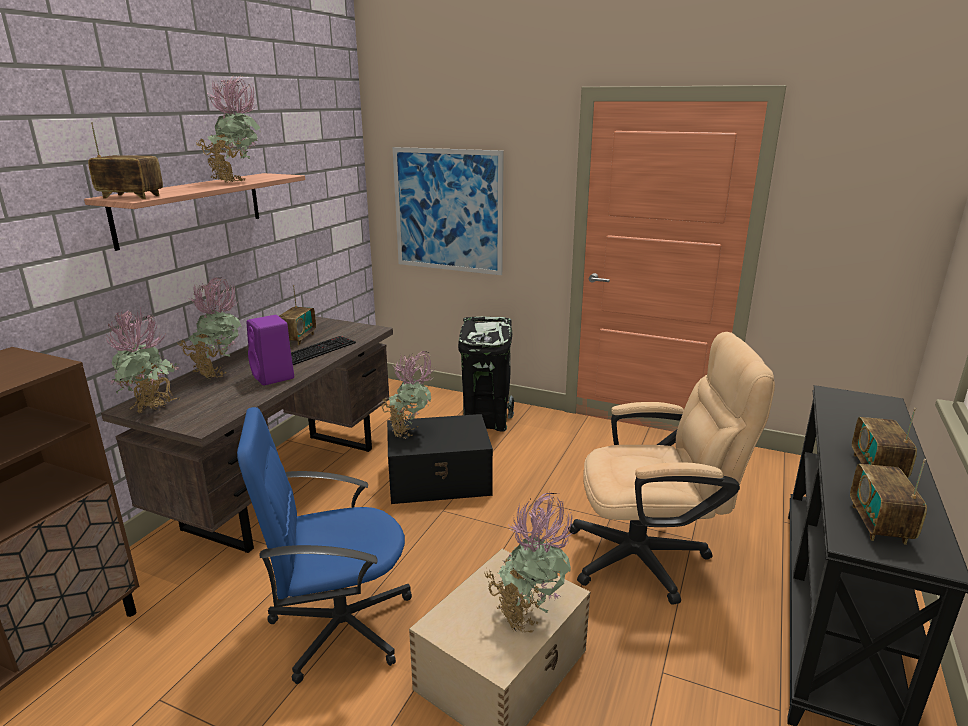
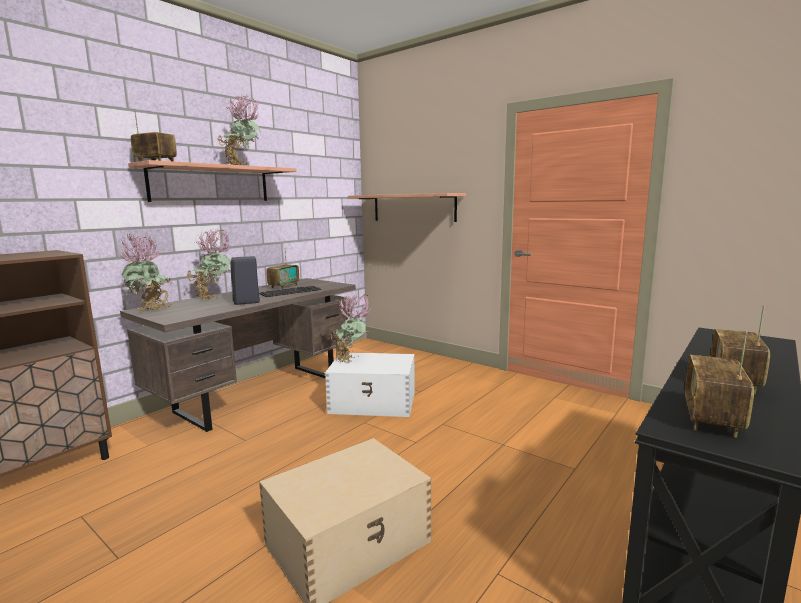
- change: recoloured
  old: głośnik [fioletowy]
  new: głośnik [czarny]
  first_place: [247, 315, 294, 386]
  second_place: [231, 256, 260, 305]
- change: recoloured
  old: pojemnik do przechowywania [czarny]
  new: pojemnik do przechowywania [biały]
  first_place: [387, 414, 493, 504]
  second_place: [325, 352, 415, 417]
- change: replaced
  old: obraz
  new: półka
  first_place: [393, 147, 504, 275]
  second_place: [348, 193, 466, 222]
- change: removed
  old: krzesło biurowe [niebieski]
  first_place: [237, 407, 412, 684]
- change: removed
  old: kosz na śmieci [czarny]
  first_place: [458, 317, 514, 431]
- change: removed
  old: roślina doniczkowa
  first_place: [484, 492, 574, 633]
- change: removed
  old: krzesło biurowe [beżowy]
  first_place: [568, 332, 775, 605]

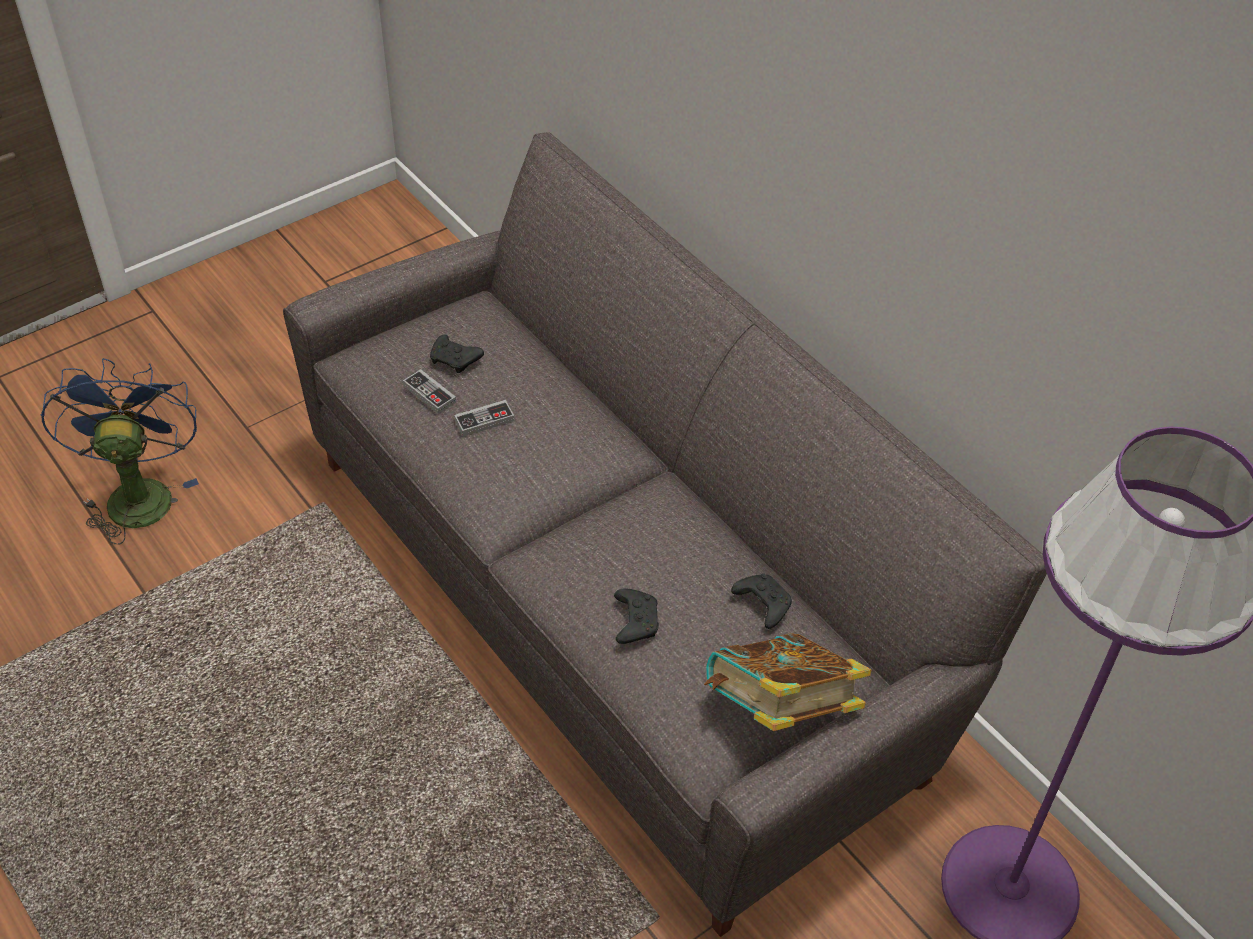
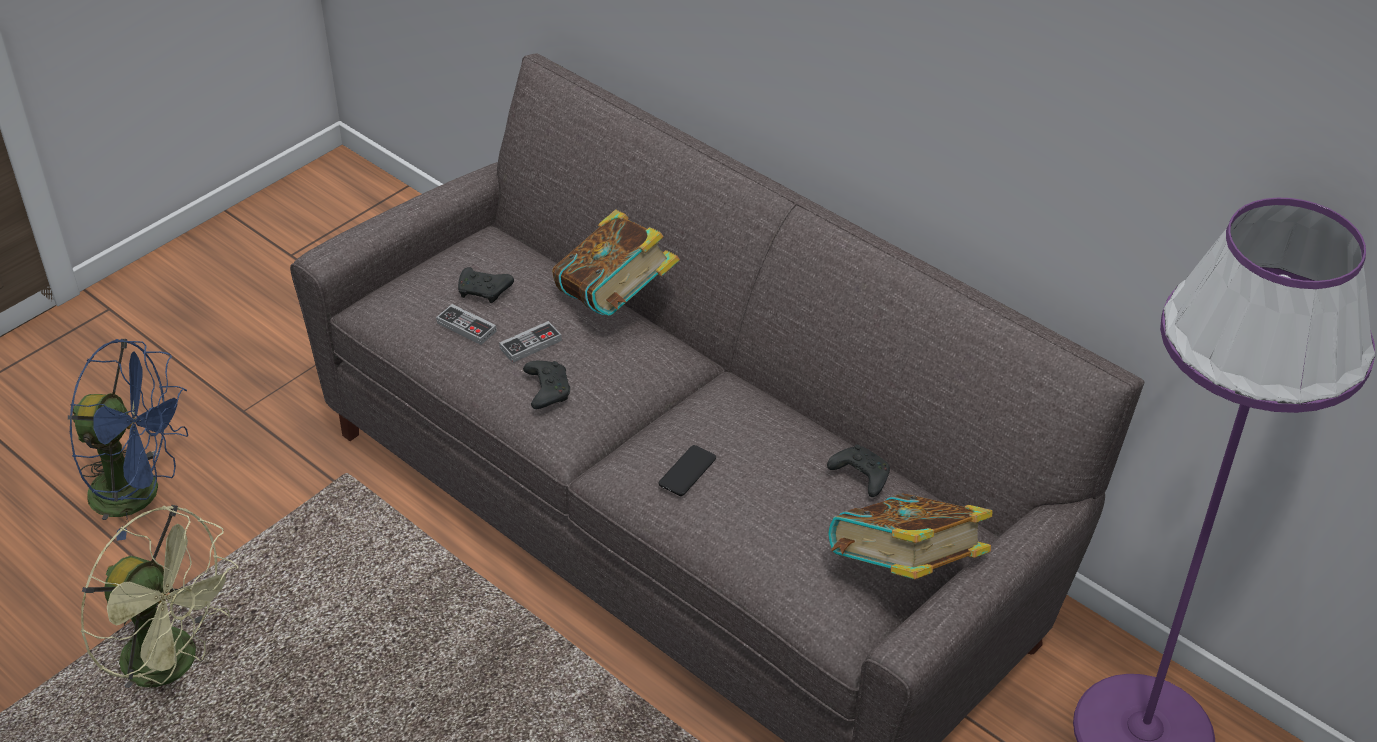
- change: turned
  old: wentylator [niebieski]
  first_place: [41, 358, 199, 544]
  second_place: [68, 339, 188, 541]
  degrees: 120
- change: added
  new: wentylator [zielony]
  second_place: [81, 505, 238, 689]
- change: moved
  old: pad do gier [czarny]
  first_place: [614, 588, 659, 644]
  second_place: [523, 361, 570, 409]
- change: added
  new: książka
  second_place: [552, 210, 680, 316]
- change: added
  new: telefon
  second_place: [659, 445, 716, 496]

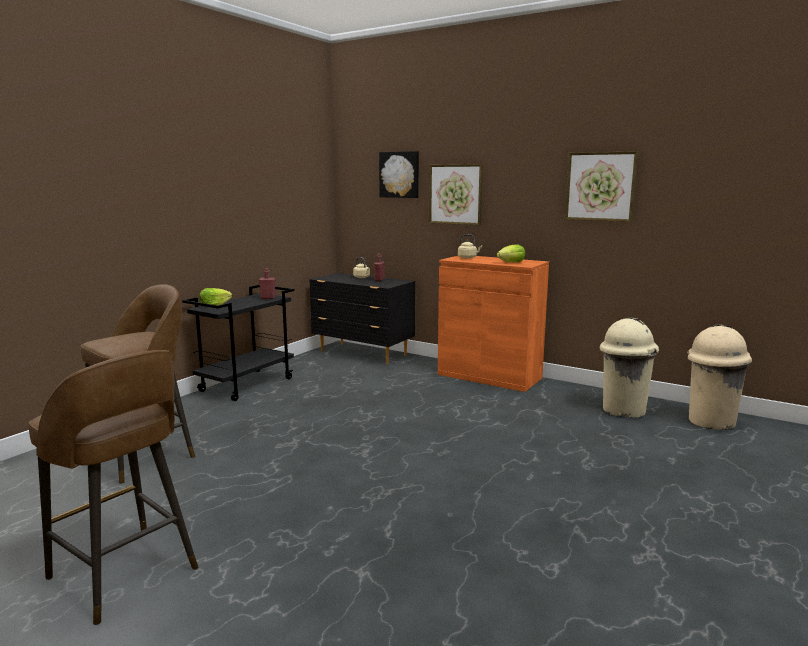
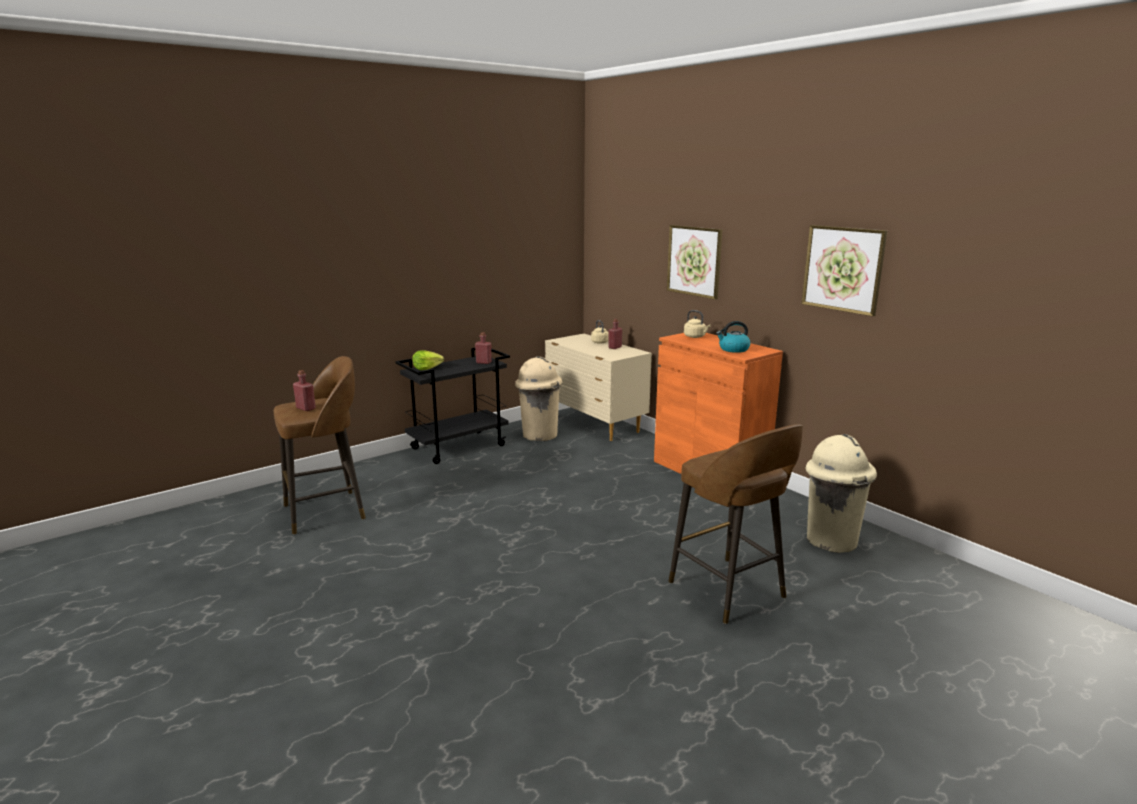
- change: added
  new: butelka [czerwony]
  second_place: [293, 370, 316, 411]
- change: moved
  old: kosz na śmieci [beżowy]
  first_place: [687, 324, 752, 430]
  second_place: [515, 356, 562, 441]
- change: recoloured
  old: komoda [czarny]
  new: komoda [beżowy]
  first_place: [309, 273, 415, 364]
  second_place: [545, 334, 652, 441]
- change: moved
  old: stołek [brązowy]
  first_place: [29, 350, 198, 625]
  second_place: [669, 424, 803, 624]
- change: replaced
  old: sałata
  new: czajnik
  first_place: [497, 244, 525, 262]
  second_place: [716, 321, 751, 353]
- change: removed
  old: obraz
  first_place: [379, 151, 419, 198]

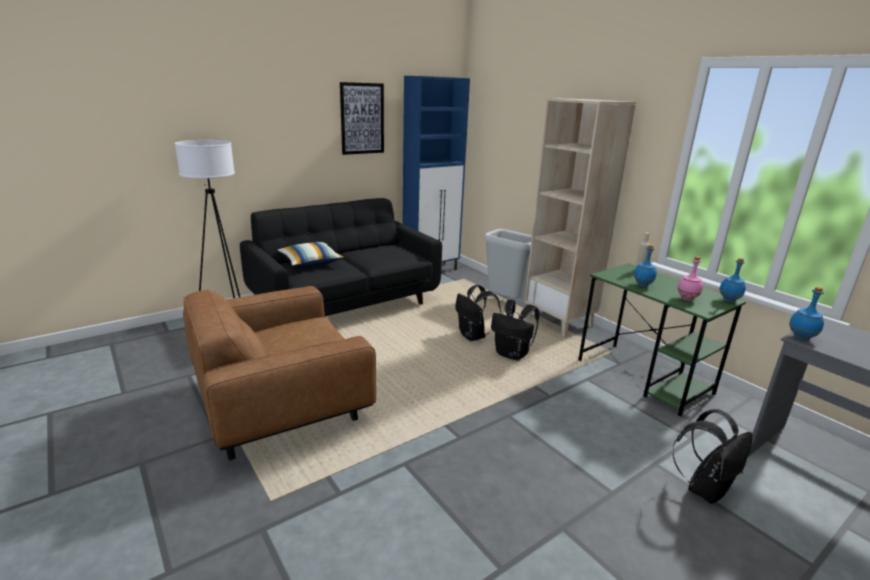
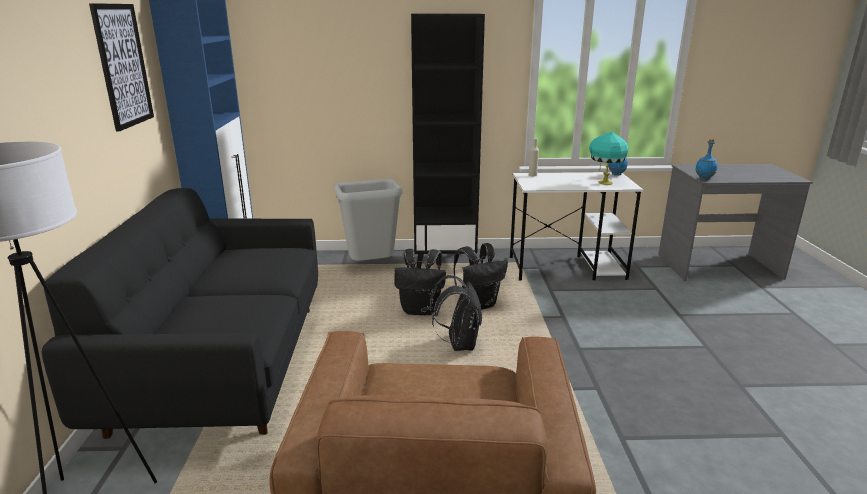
- change: recoloured
  old: regał [beżowy]
  new: regał [czarny]
  first_place: [524, 98, 636, 337]
  second_place: [411, 14, 485, 268]
- change: moved
  old: plecak [czarny]
  first_place: [673, 409, 752, 504]
  second_place: [430, 275, 482, 351]
- change: recoloured
  old: biurko [zielony]
  new: biurko [biały]
  first_place: [578, 263, 746, 417]
  second_place: [510, 172, 644, 281]
- change: replaced
  old: butelka [różowy]
  new: lampa stołowa [turkusowy]
  first_place: [677, 256, 703, 301]
  second_place: [589, 131, 628, 185]
- change: removed
  old: poduszka
  first_place: [278, 242, 344, 268]
- change: removed
  old: butelka [niebieski]
  first_place: [633, 245, 657, 287]

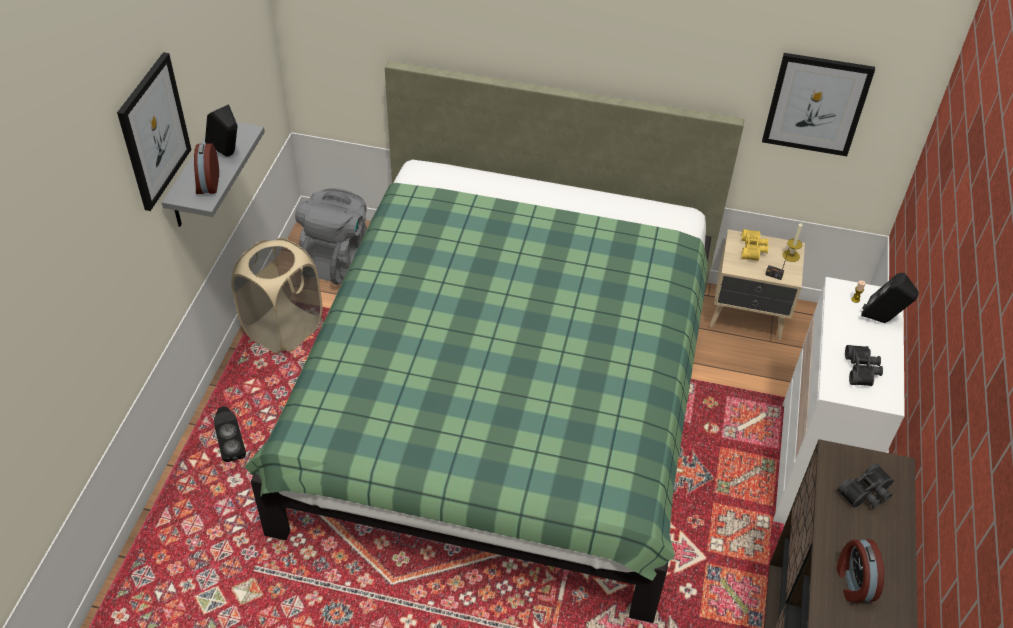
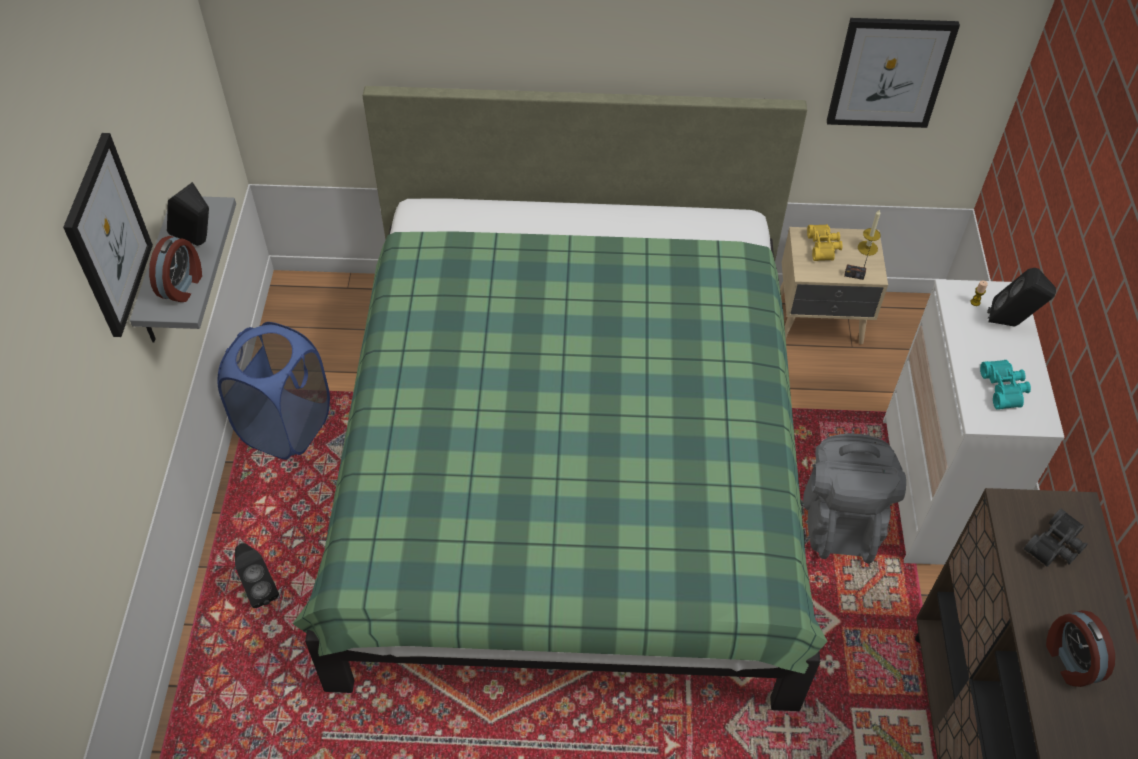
- change: turned
  old: budzik
  first_place: [194, 143, 219, 194]
  second_place: [149, 236, 202, 302]
  degrees: -150
- change: recoloured
  old: kosz na pranie [beżowy]
  new: kosz na pranie [niebieski]
  first_place: [231, 238, 322, 354]
  second_place: [217, 322, 330, 460]
- change: moved
  old: plecak [szary]
  first_place: [295, 188, 367, 285]
  second_place: [803, 433, 906, 564]
- change: recoloured
  old: lornetka [czarny]
  new: lornetka [turkusowy]
  first_place: [845, 345, 883, 386]
  second_place: [980, 360, 1031, 410]

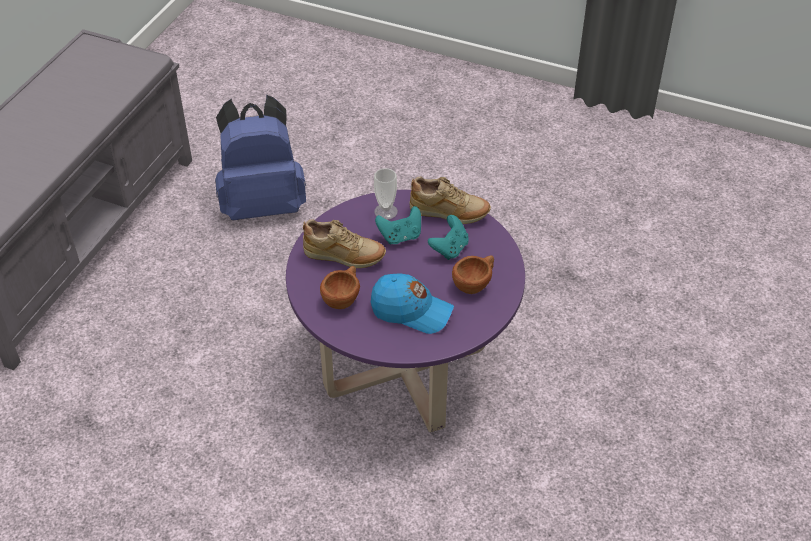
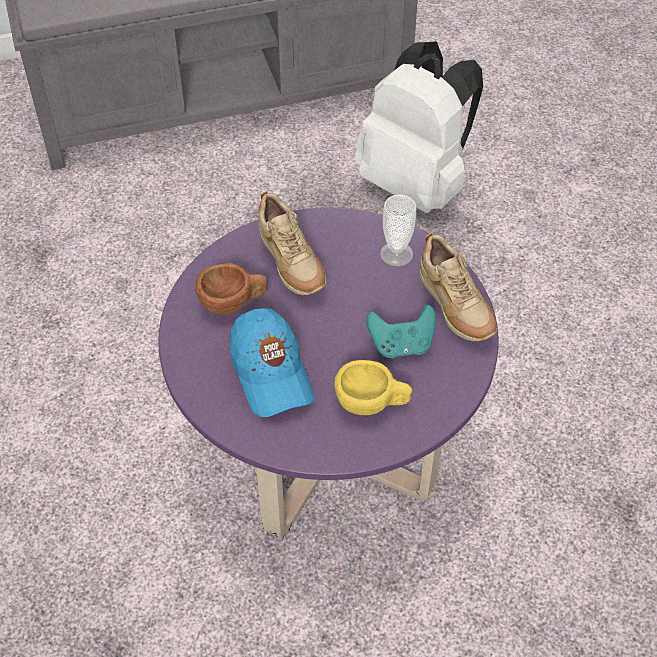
- change: recoloured
  old: filiżanka [brązowy]
  new: filiżanka [żółty]
  first_place: [452, 255, 494, 294]
  second_place: [334, 360, 412, 415]
- change: recoloured
  old: plecak [niebieski]
  new: plecak [biały]
  first_place: [215, 95, 306, 220]
  second_place: [355, 41, 483, 213]
- change: removed
  old: pad do gier [turkusowy]
  first_place: [375, 206, 421, 244]

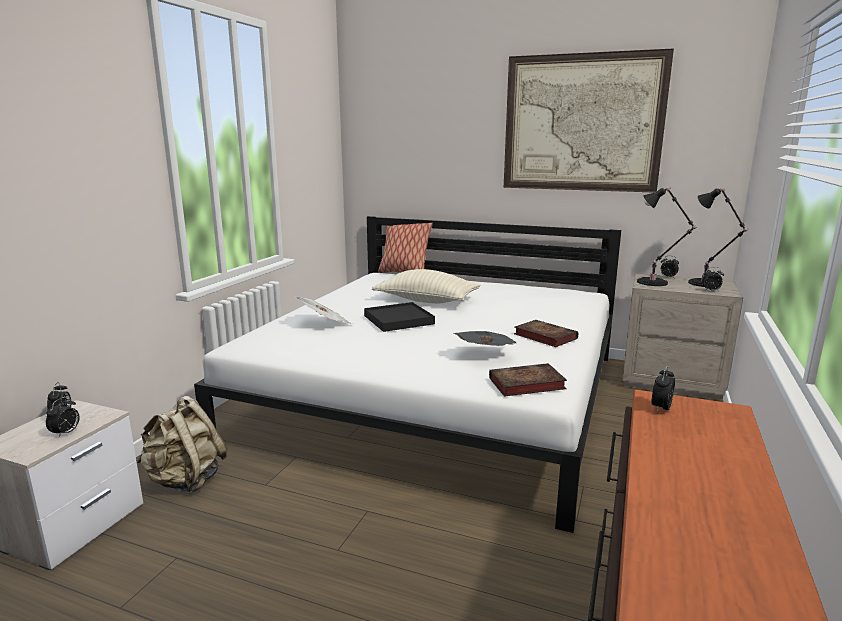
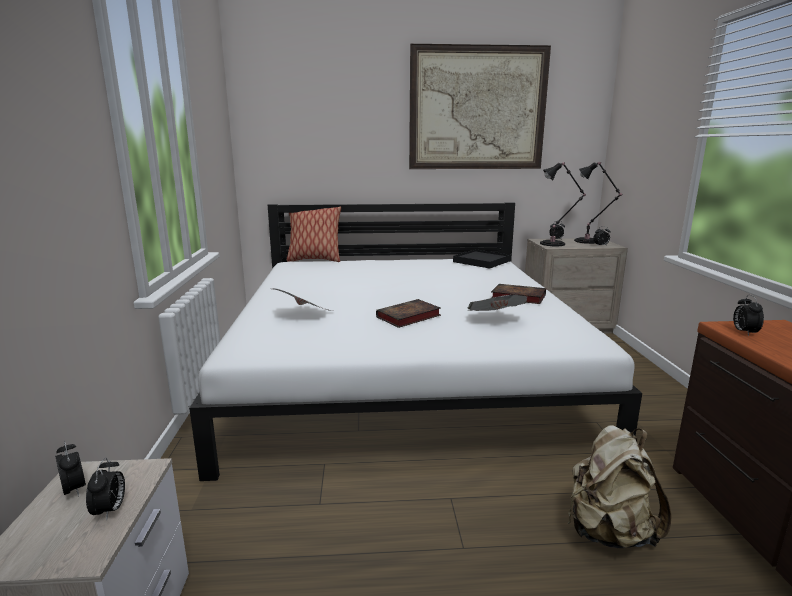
- change: moved
  old: książka
  first_place: [489, 363, 567, 397]
  second_place: [376, 299, 441, 328]
- change: moved
  old: taca [czarny]
  first_place: [364, 302, 435, 332]
  second_place: [453, 249, 511, 268]
- change: moved
  old: plecak [beżowy]
  first_place: [137, 396, 228, 494]
  second_place: [568, 425, 672, 548]
- change: removed
  old: poduszka [beżowy]
  first_place: [372, 269, 480, 303]

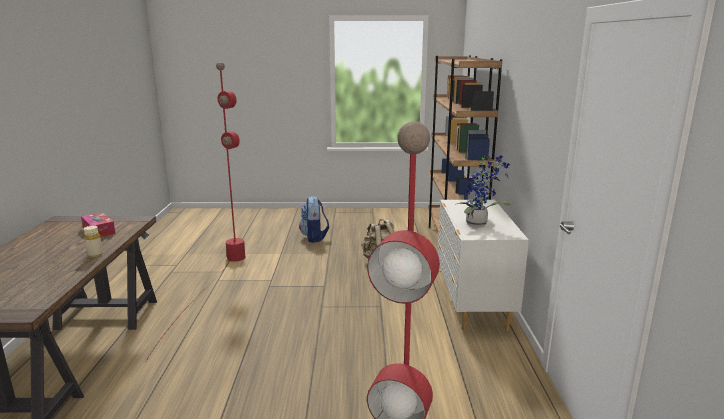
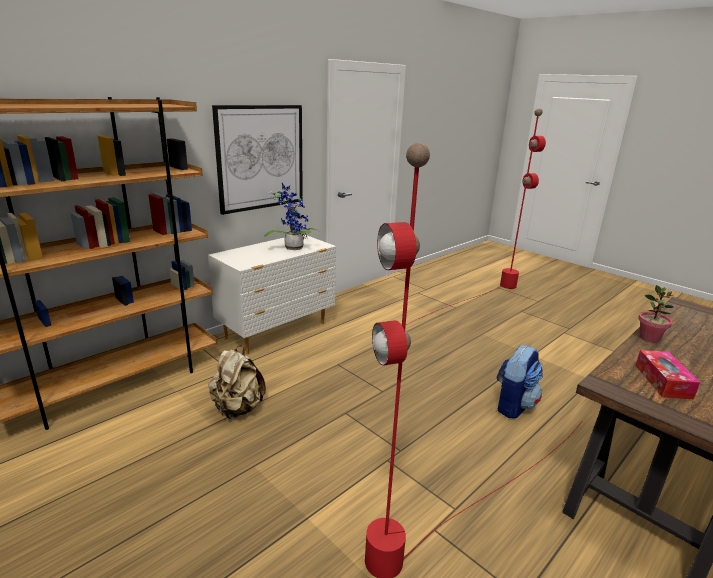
- change: added
  new: obraz
  second_place: [212, 105, 303, 215]
- change: moved
  old: plecak
  first_place: [299, 196, 329, 243]
  second_place: [497, 345, 543, 418]
- change: replaced
  old: butelka [beżowy]
  new: roślina doniczkowa
  first_place: [84, 225, 103, 258]
  second_place: [638, 285, 674, 343]

